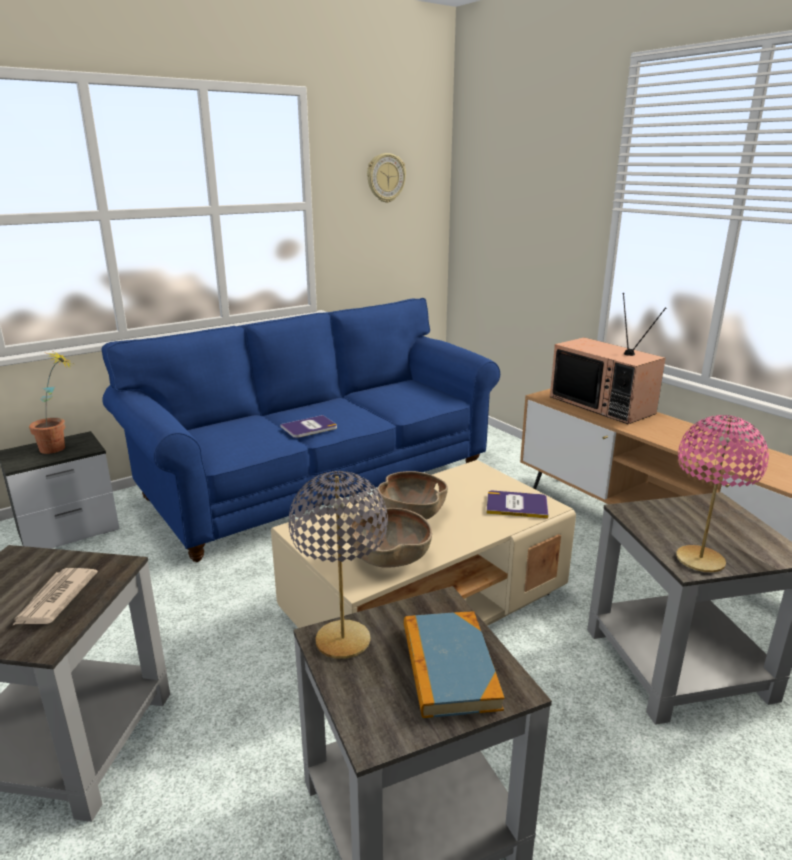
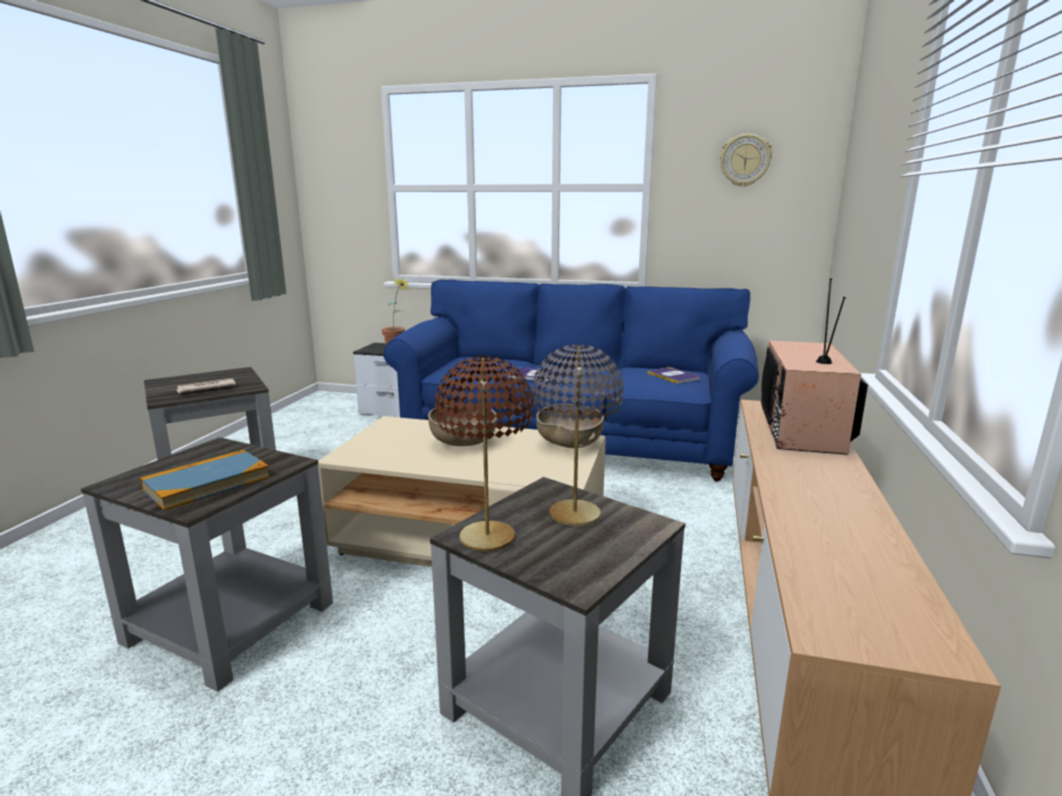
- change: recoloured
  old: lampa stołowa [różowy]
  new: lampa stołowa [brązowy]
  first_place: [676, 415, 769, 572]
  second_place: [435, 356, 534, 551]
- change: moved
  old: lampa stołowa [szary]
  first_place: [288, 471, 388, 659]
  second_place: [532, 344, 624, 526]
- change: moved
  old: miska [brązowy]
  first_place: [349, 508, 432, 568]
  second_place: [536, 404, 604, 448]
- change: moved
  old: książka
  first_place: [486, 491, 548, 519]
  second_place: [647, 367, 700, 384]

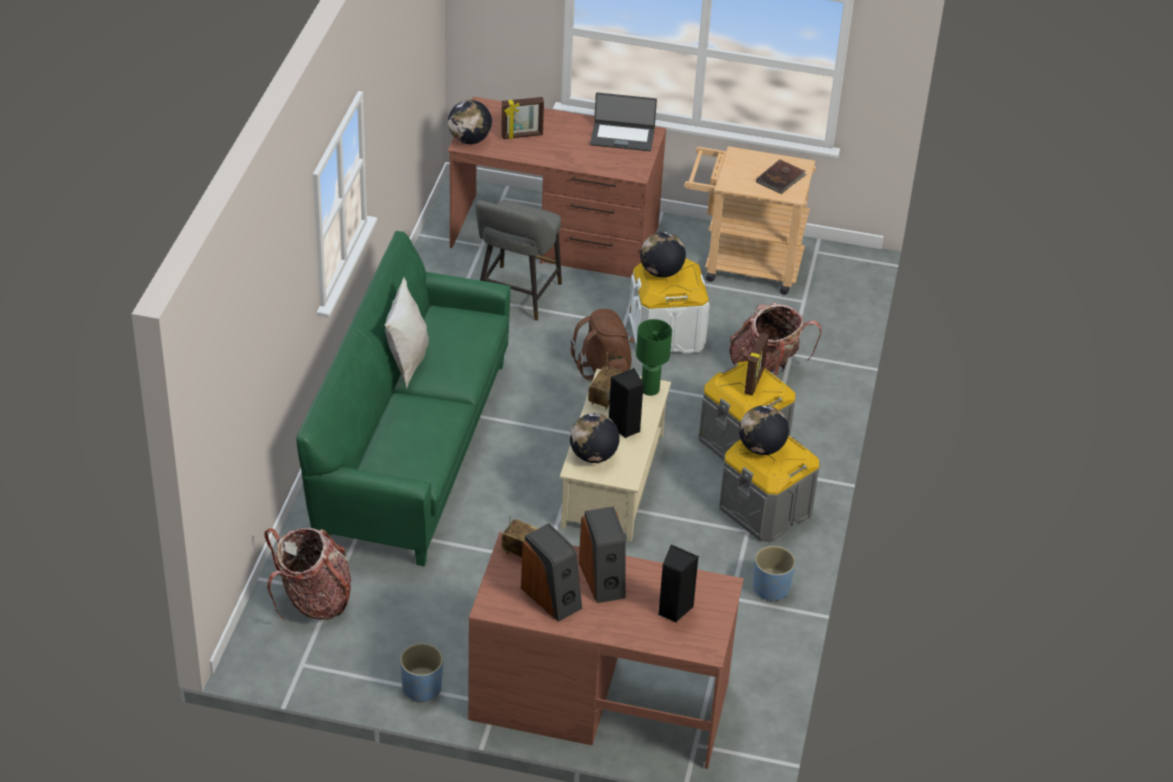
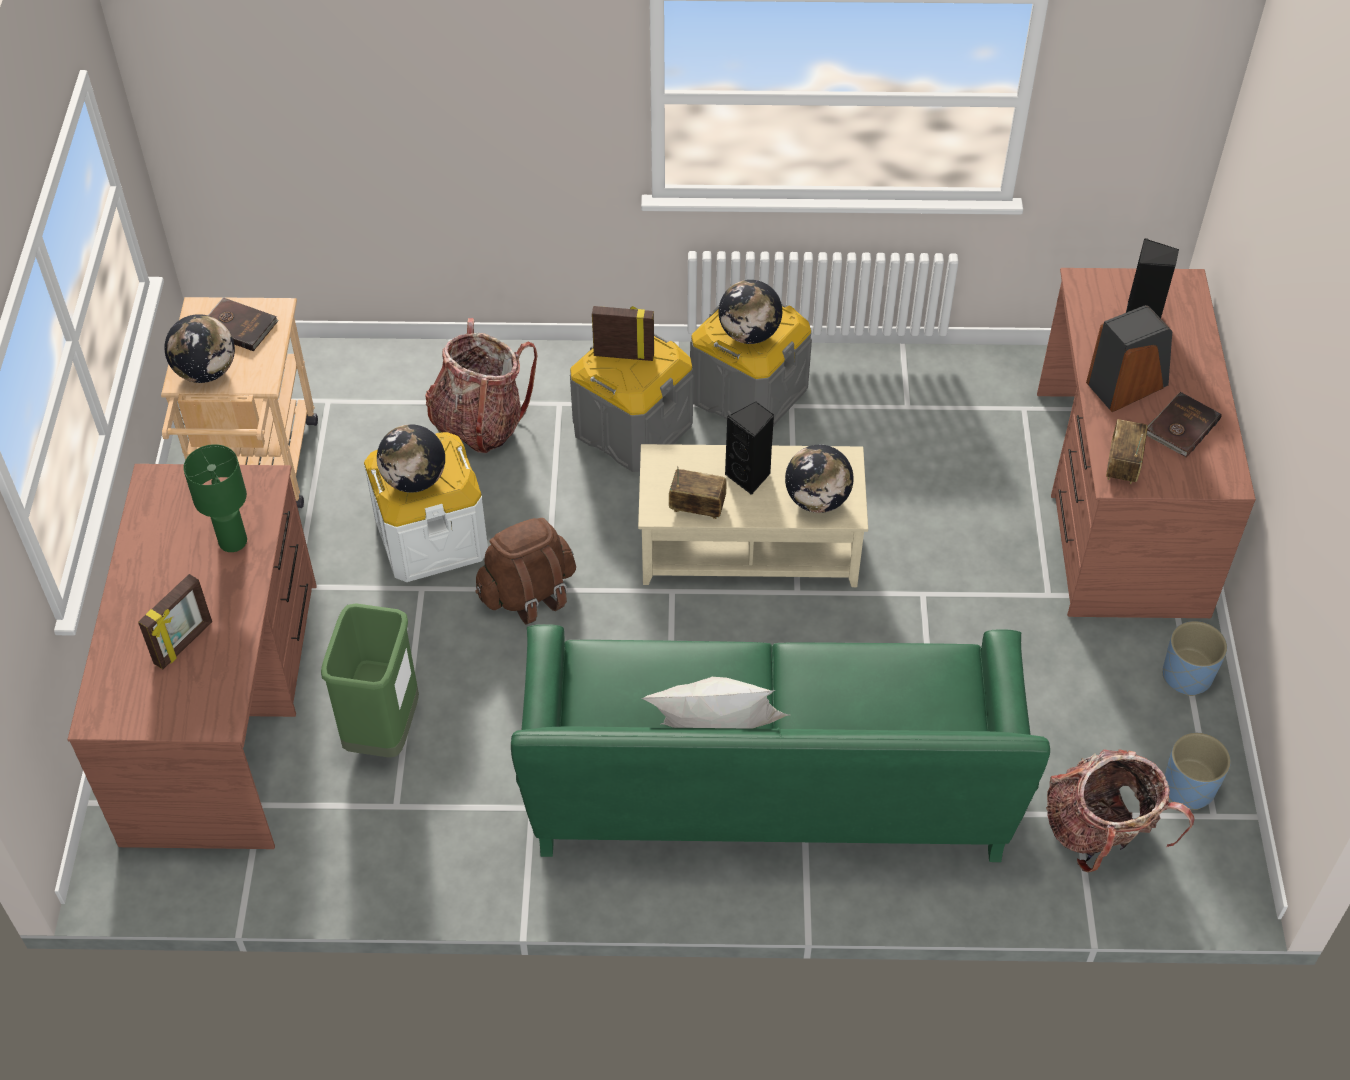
- change: turned
  old: ramka na zdjęcie
  first_place: [501, 97, 544, 139]
  second_place: [138, 574, 212, 669]
  degrees: 60
- change: moved
  old: globus
  first_place: [448, 100, 492, 144]
  second_place: [164, 314, 235, 383]
- change: moved
  old: lampa stołowa [zielony]
  first_place: [636, 319, 672, 396]
  second_place: [183, 444, 247, 552]
- change: replaced
  old: stołek [szary]
  new: kosz na śmieci [zielony]
  first_place: [475, 200, 562, 321]
  second_place: [321, 603, 419, 758]
- change: replaced
  old: głośnik
  new: książka [brązowy]
  first_place: [521, 523, 582, 622]
  second_place: [1147, 392, 1222, 458]
- change: moved
  old: donica [niebieski]
  first_place: [753, 546, 796, 602]
  second_place: [1165, 733, 1231, 810]
- change: removed
  old: laptop
  first_place: [590, 92, 657, 151]

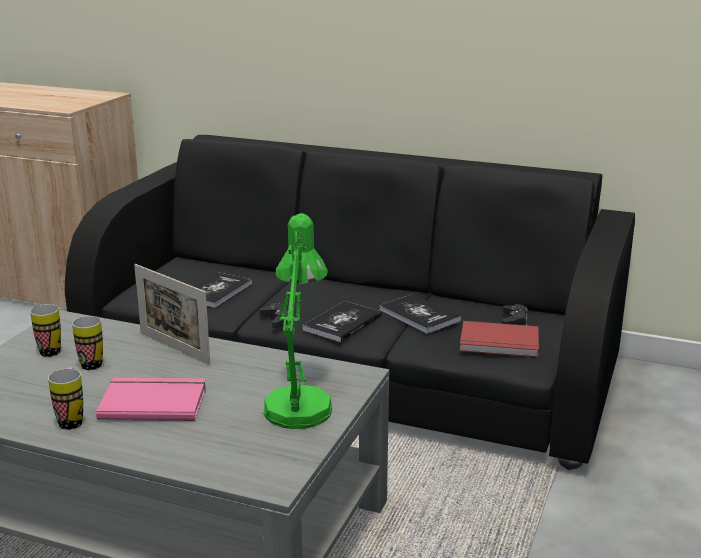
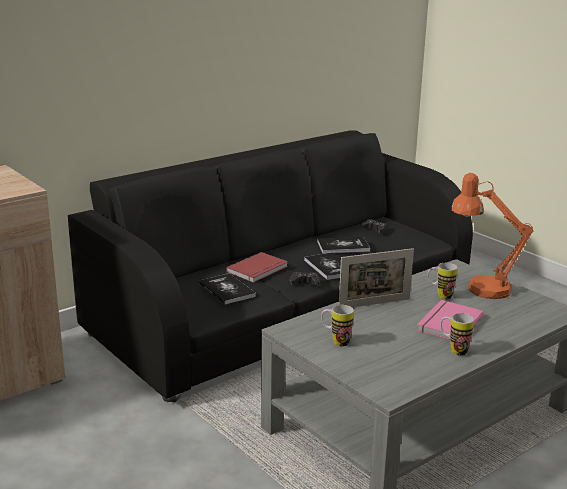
- change: moved
  old: książka [czerwony]
  first_place: [460, 321, 539, 357]
  second_place: [226, 252, 288, 283]
- change: moved
  old: kubek
  first_place: [72, 316, 103, 370]
  second_place: [428, 263, 458, 299]
- change: recoloured
  old: lampa stołowa [zielony]
  new: lampa stołowa [pomarańczowy]
  first_place: [263, 213, 332, 429]
  second_place: [451, 173, 533, 299]

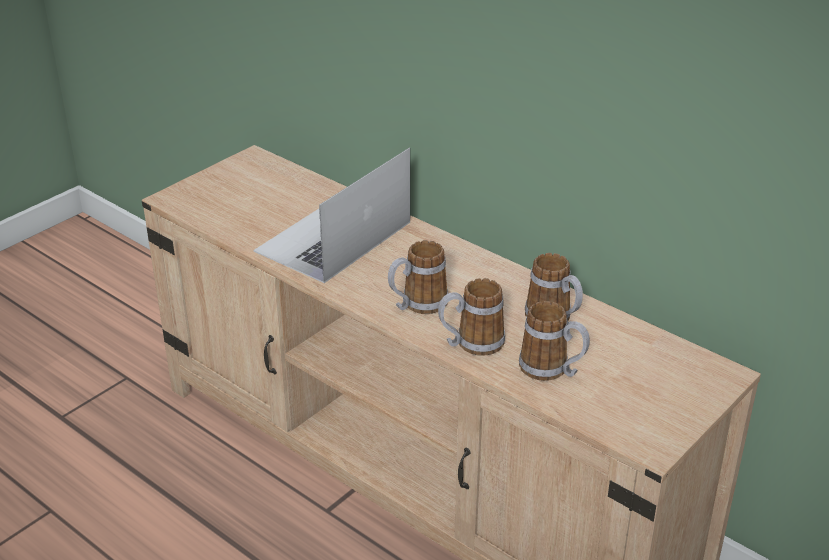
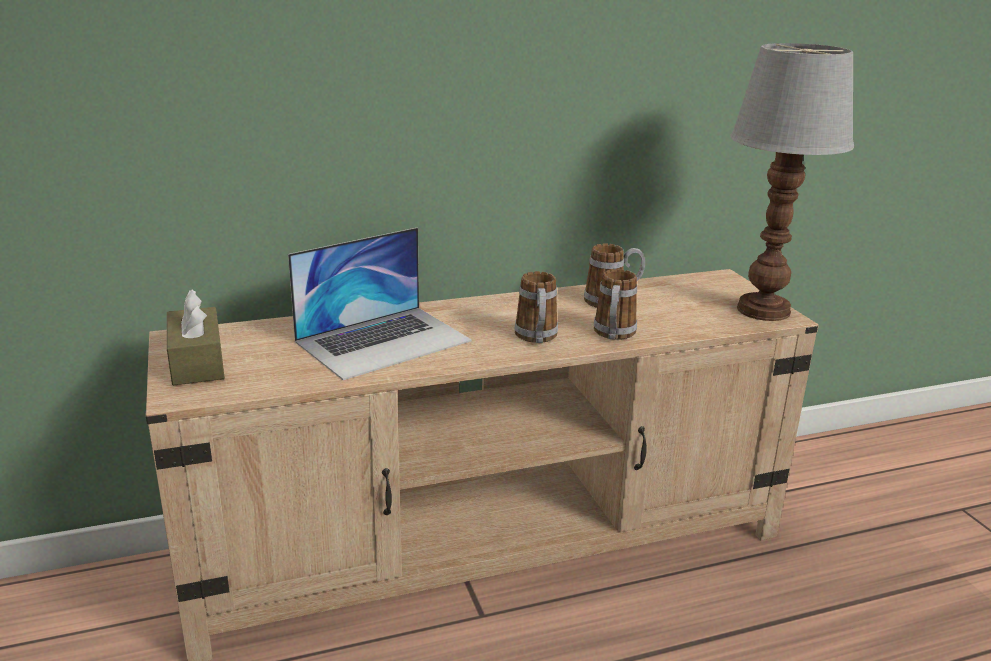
- change: added
  new: pudełko chusteczek [brązowy]
  second_place: [167, 290, 225, 386]
- change: turned
  old: laptop
  first_place: [253, 148, 410, 283]
  second_place: [288, 228, 472, 380]
  degrees: -105
- change: added
  new: lampa stołowa
  second_place: [730, 43, 854, 321]
- change: removed
  old: kubek
  first_place: [519, 301, 590, 381]

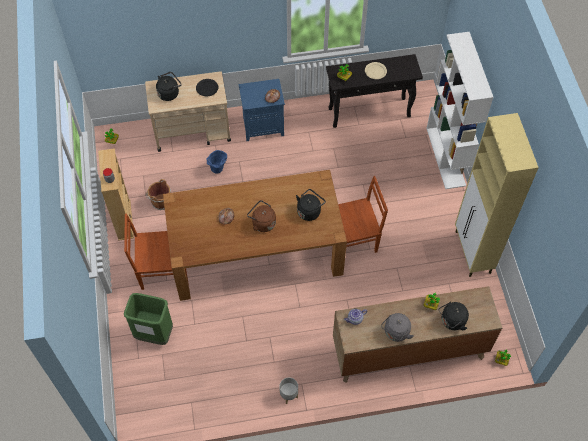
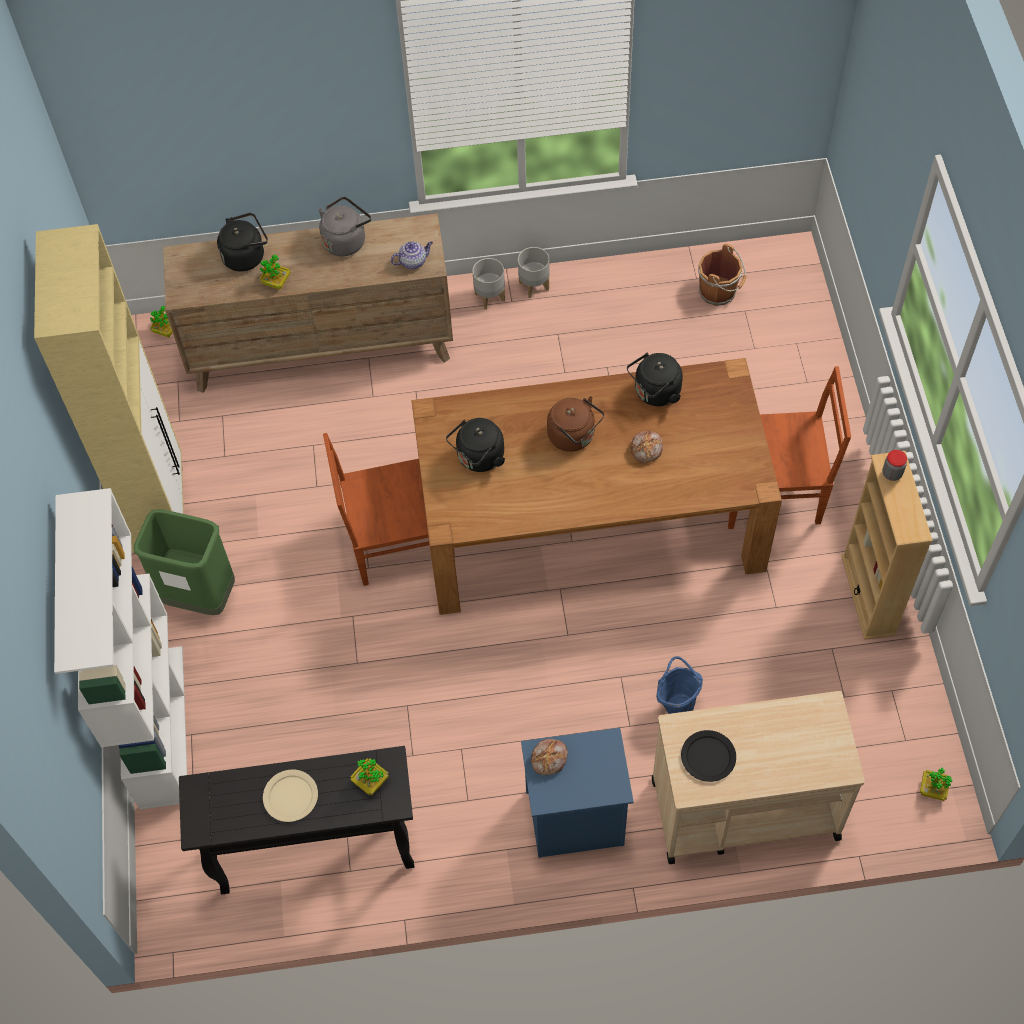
- change: moved
  old: kosz na śmieci [zielony]
  first_place: [124, 293, 173, 345]
  second_place: [134, 509, 235, 615]
- change: added
  new: donica [szary]
  second_place: [472, 258, 505, 309]
- change: moved
  old: czajnik [czarny]
  first_place: [156, 72, 182, 101]
  second_place: [627, 352, 683, 406]
- change: moved
  old: wiadro [brązowy]
  first_place: [146, 179, 171, 210]
  second_place: [698, 244, 746, 306]

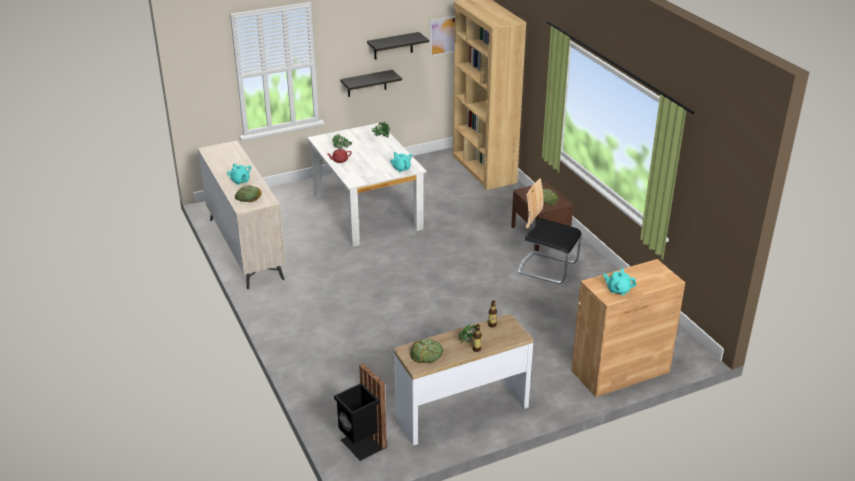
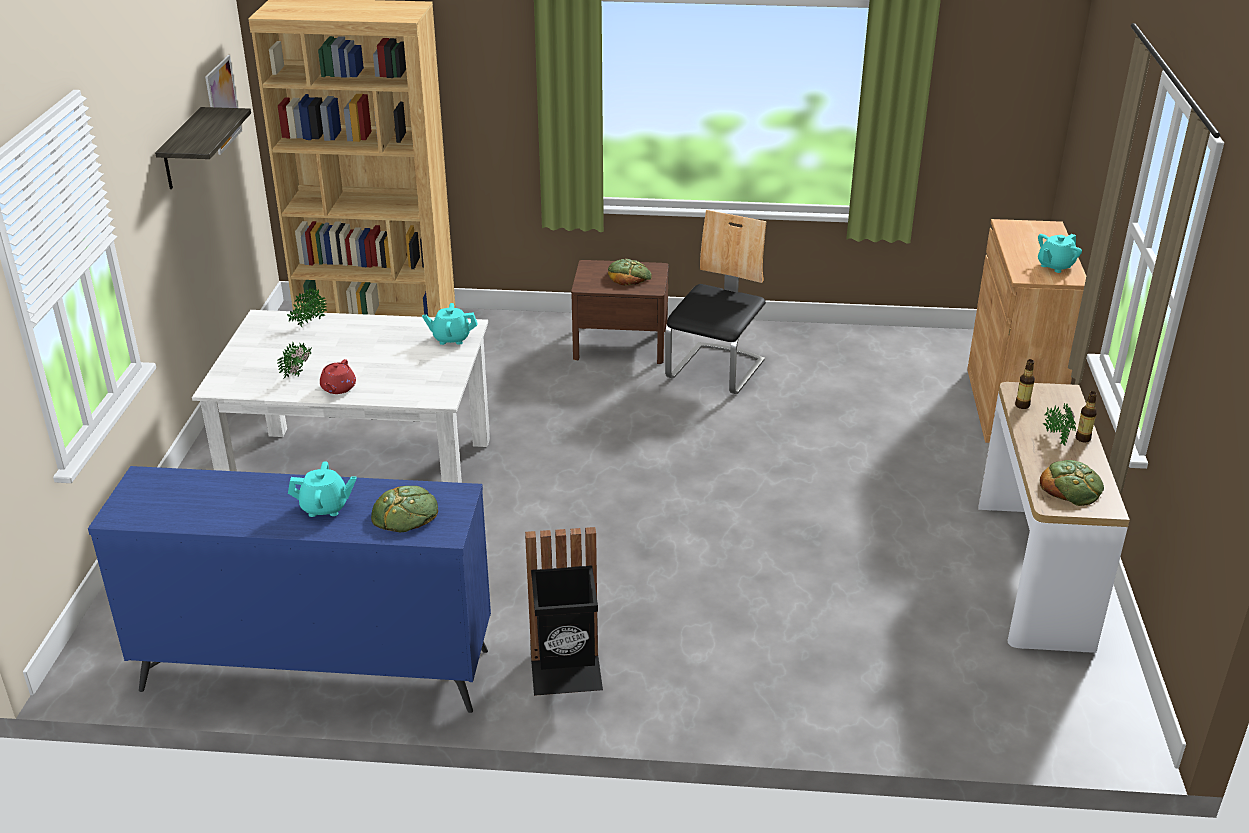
- change: recoloured
  old: komoda [beżowy]
  new: komoda [niebieski]
  first_place: [198, 140, 286, 289]
  second_place: [88, 466, 491, 713]
- change: moved
  old: kosz na śmieci [czarny]
  first_place: [334, 363, 387, 461]
  second_place: [525, 527, 603, 696]
- change: turned
  old: krzesło
  first_place: [518, 178, 582, 284]
  second_place: [665, 210, 767, 394]
  degrees: 150
- change: removed
  old: półka
  first_place: [340, 70, 402, 97]

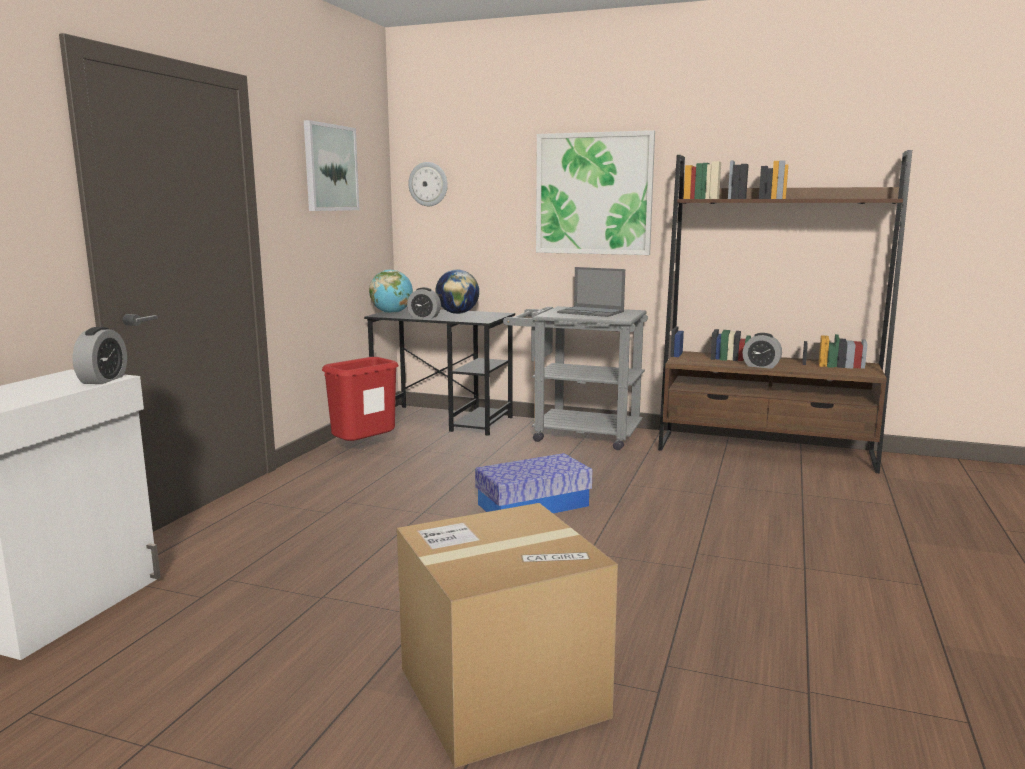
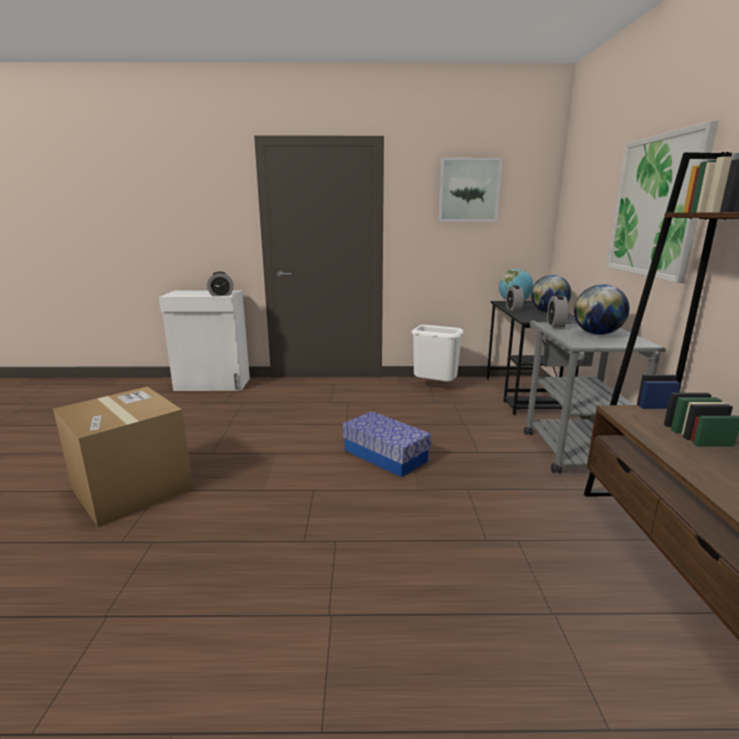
- change: recoloured
  old: kosz na śmieci [czerwony]
  new: kosz na śmieci [biały]
  first_place: [322, 357, 399, 441]
  second_place: [411, 325, 464, 382]
- change: moved
  old: budzik
  first_place: [743, 333, 782, 369]
  second_place: [547, 295, 568, 328]
- change: replaced
  old: laptop
  new: globus
  first_place: [557, 267, 625, 317]
  second_place: [574, 284, 629, 335]
- change: removed
  old: zegar ścienny
  first_place: [408, 162, 448, 206]

